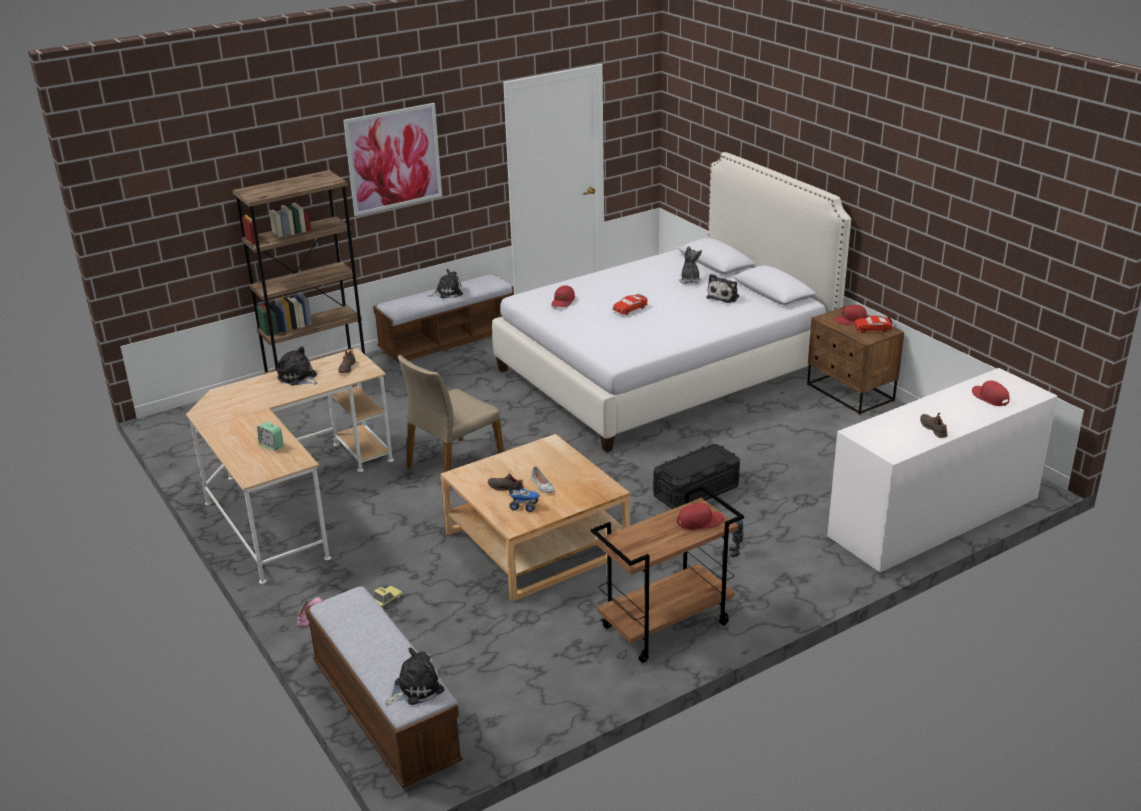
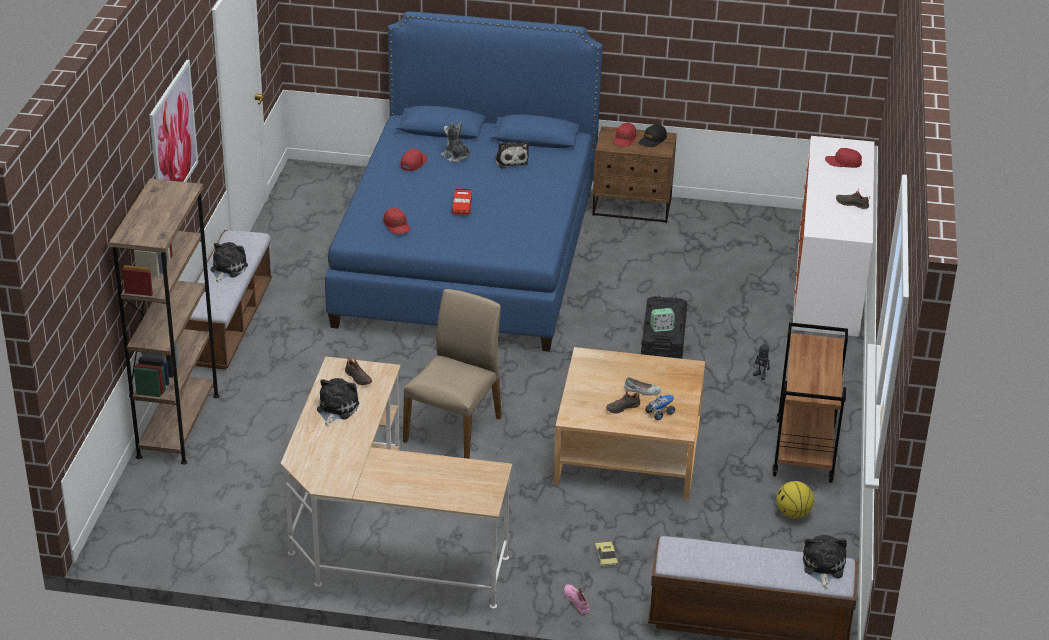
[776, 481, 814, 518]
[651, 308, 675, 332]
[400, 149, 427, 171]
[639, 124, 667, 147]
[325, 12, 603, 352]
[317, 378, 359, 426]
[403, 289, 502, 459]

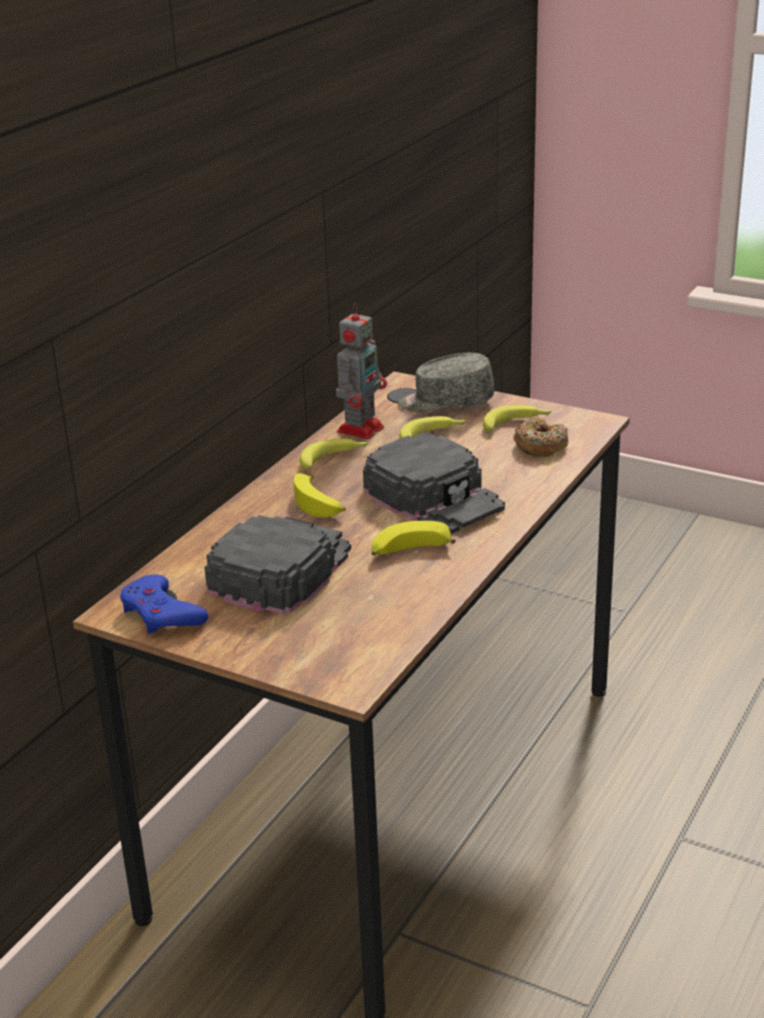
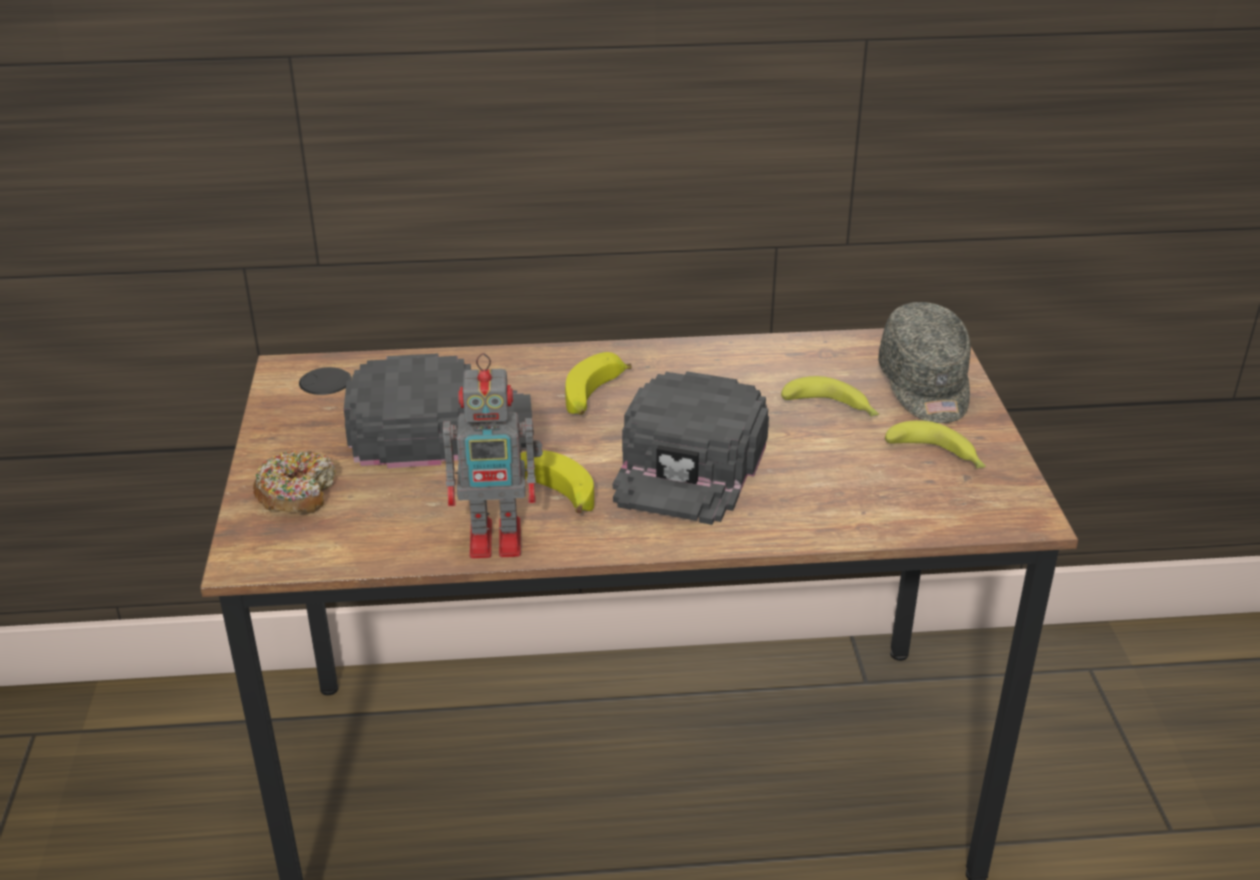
[120, 574, 208, 634] (first image)
[300, 438, 369, 470] (first image)
[443, 353, 543, 559]
[253, 451, 336, 515]
[878, 302, 971, 423]

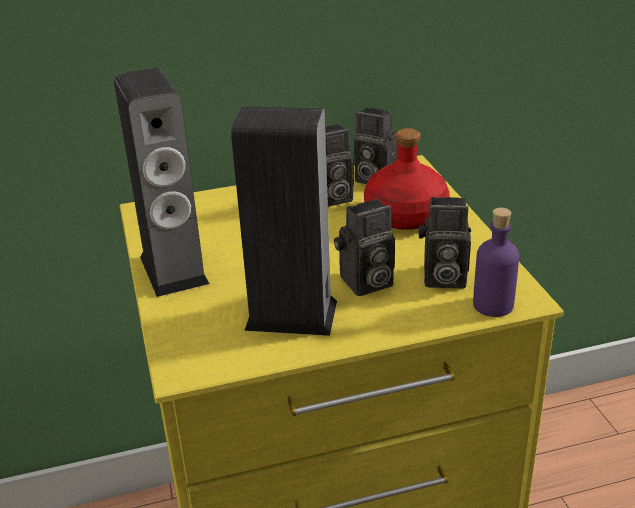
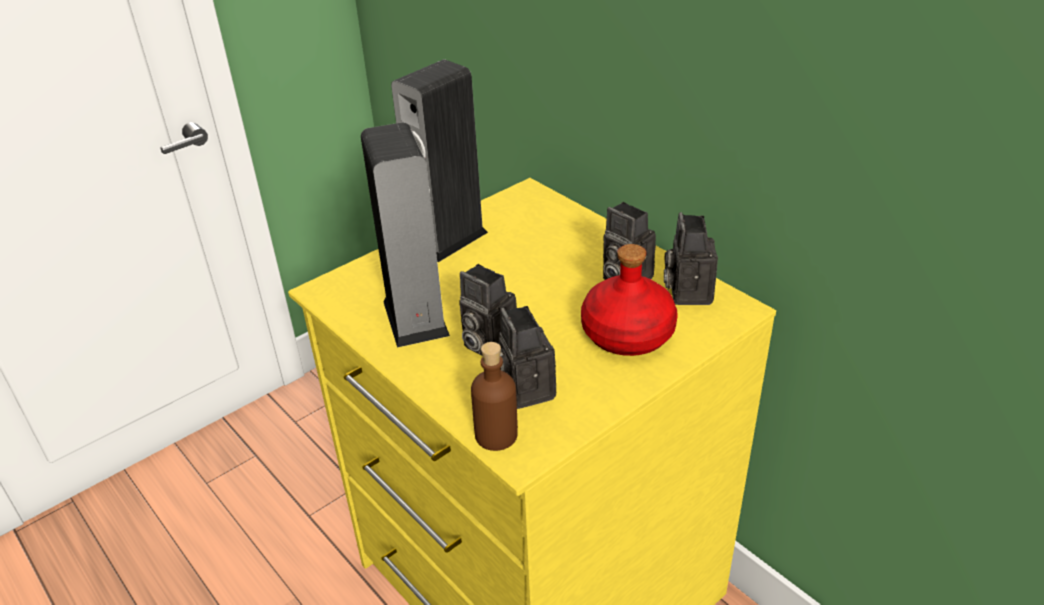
[471, 342, 518, 451]

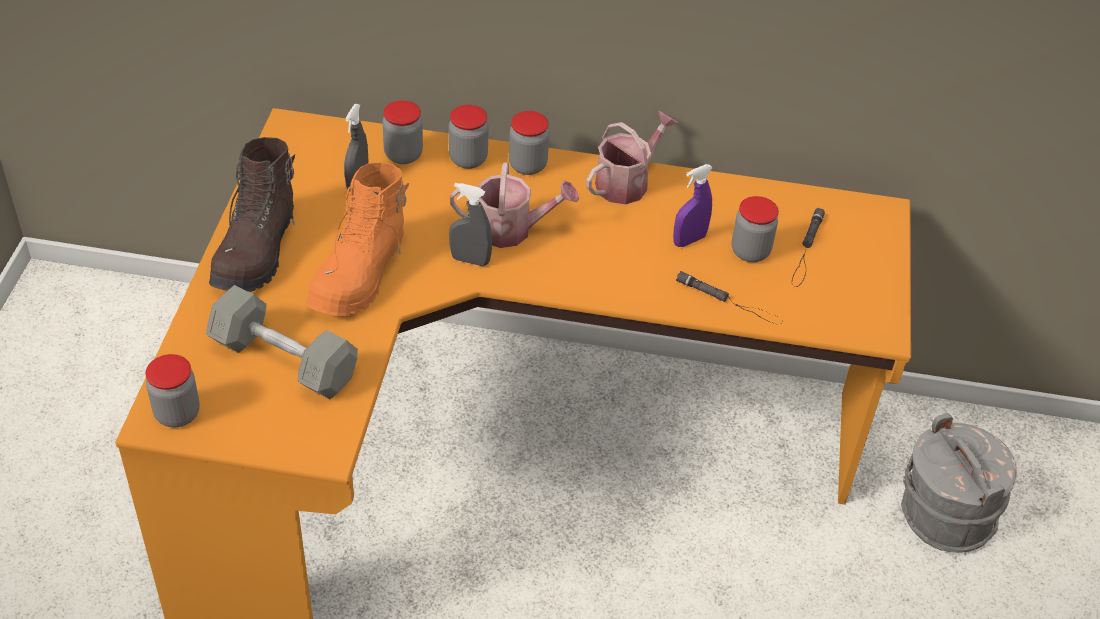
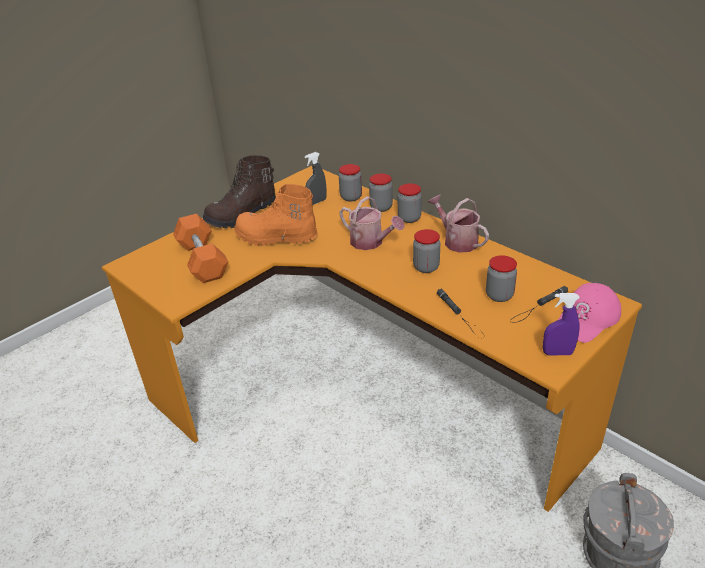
[449, 183, 492, 266] (first image)
[558, 283, 621, 343]
[413, 229, 440, 273]
[543, 293, 580, 355]
[173, 214, 228, 283]
[234, 184, 318, 246]
[428, 195, 489, 253]

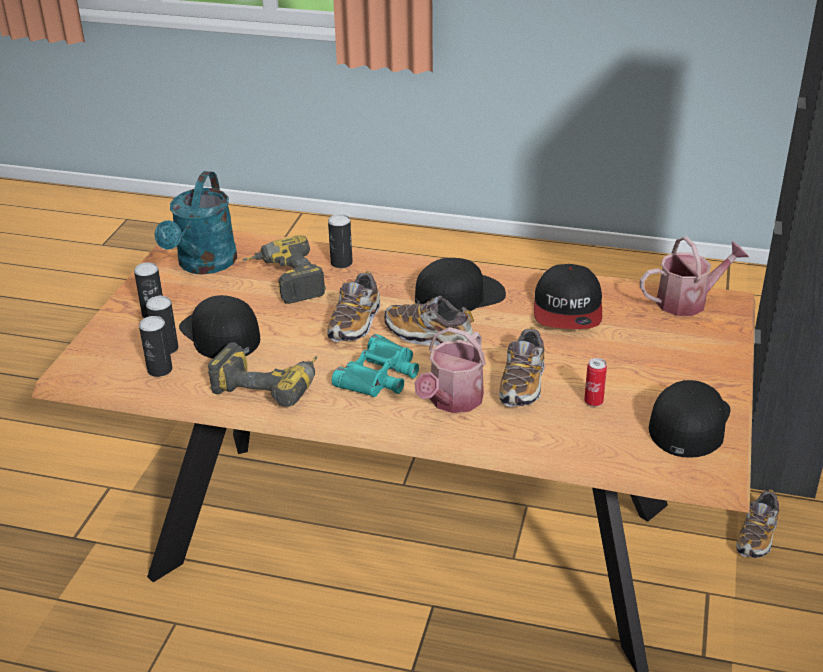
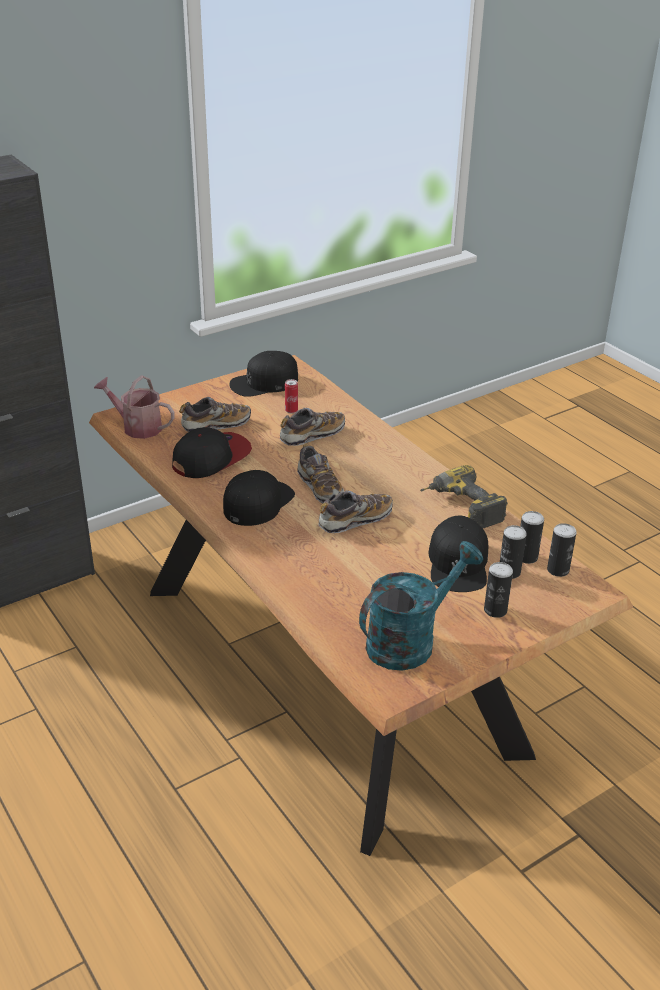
[243, 235, 326, 304] (first image)
[332, 334, 419, 397] (first image)
[415, 327, 486, 413] (first image)
[547, 523, 577, 577]
[179, 397, 251, 432]
[223, 470, 295, 526]

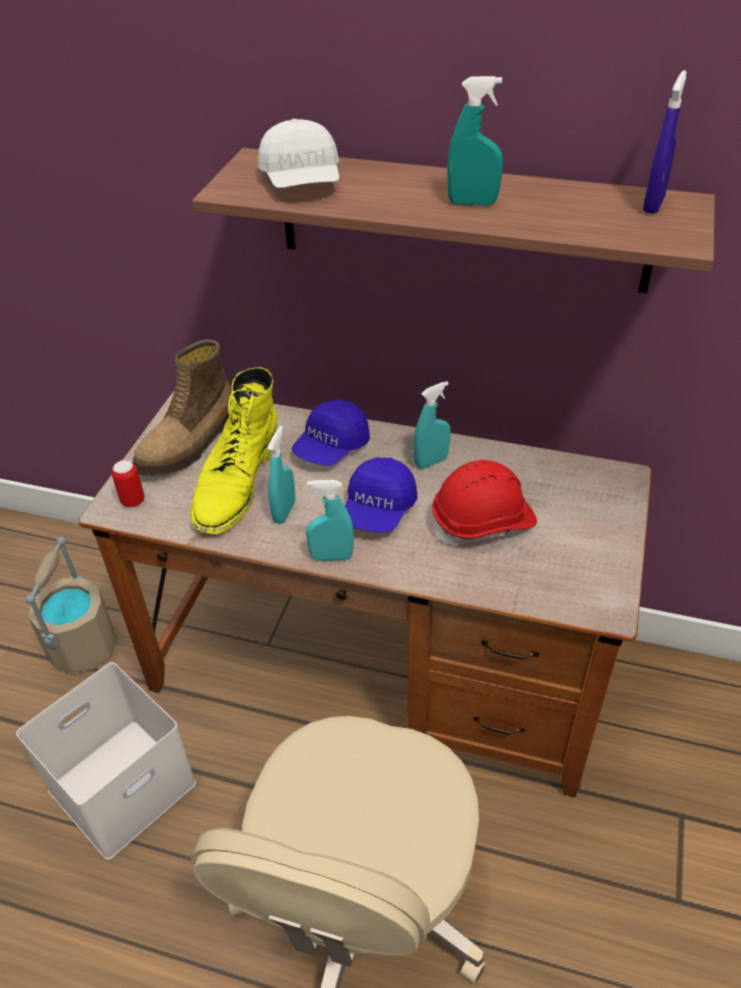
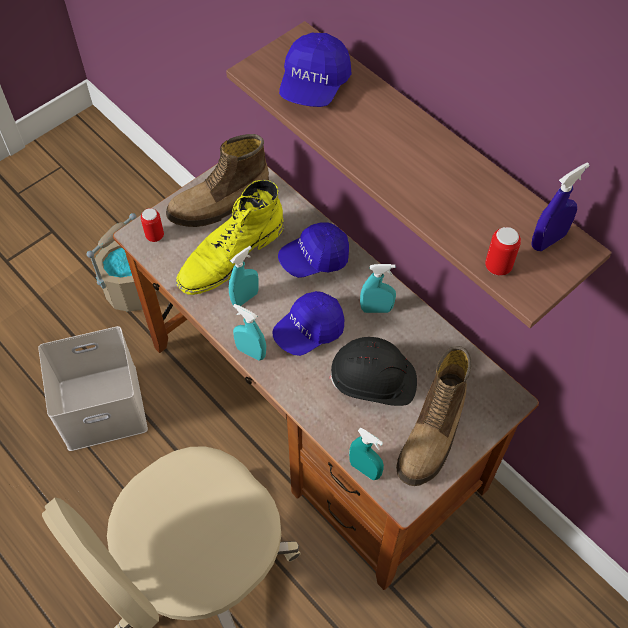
[396, 346, 471, 486]
[485, 227, 521, 276]
[349, 427, 384, 480]
[279, 33, 352, 107]
[330, 337, 417, 406]

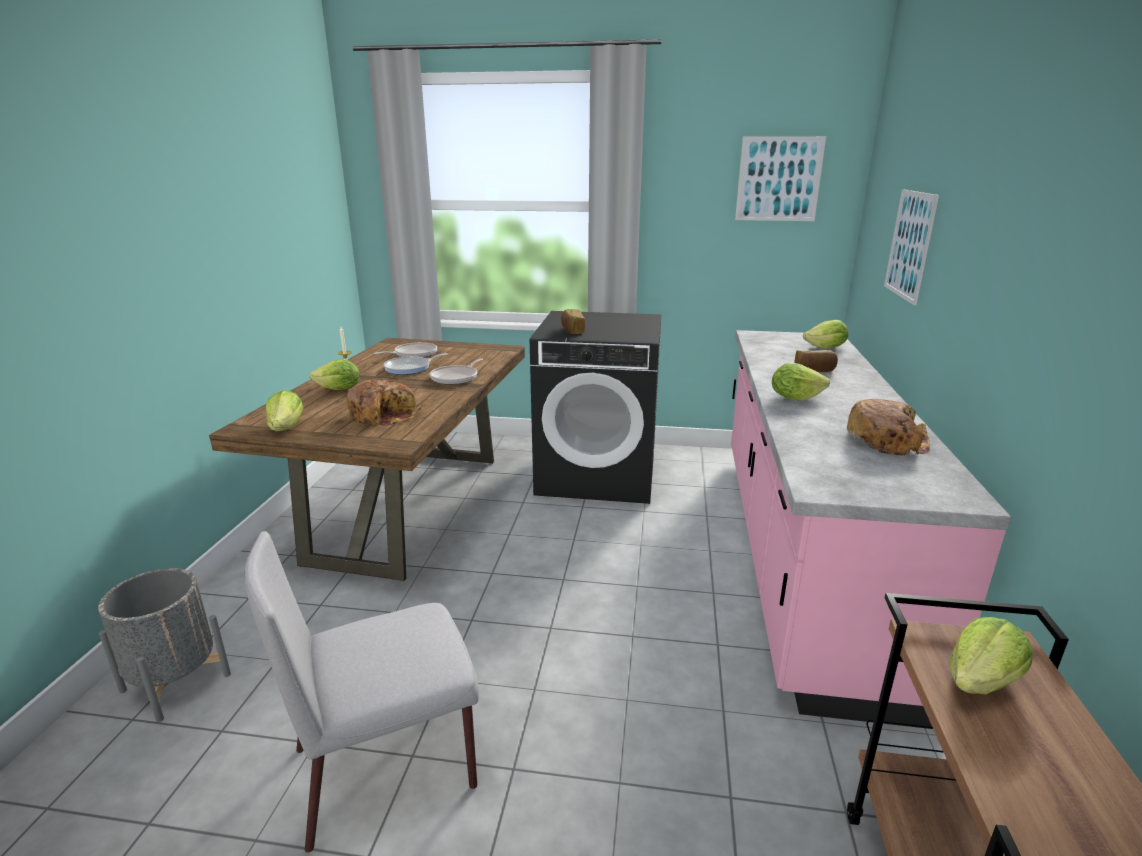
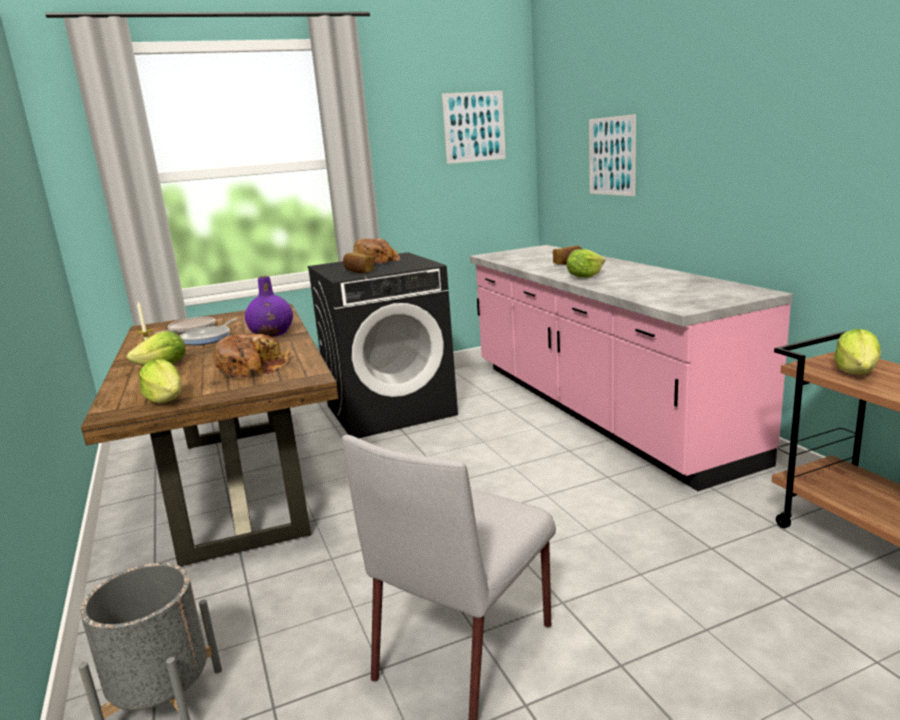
[803, 320, 849, 348] (first image)
[353, 238, 400, 264]
[245, 276, 293, 337]

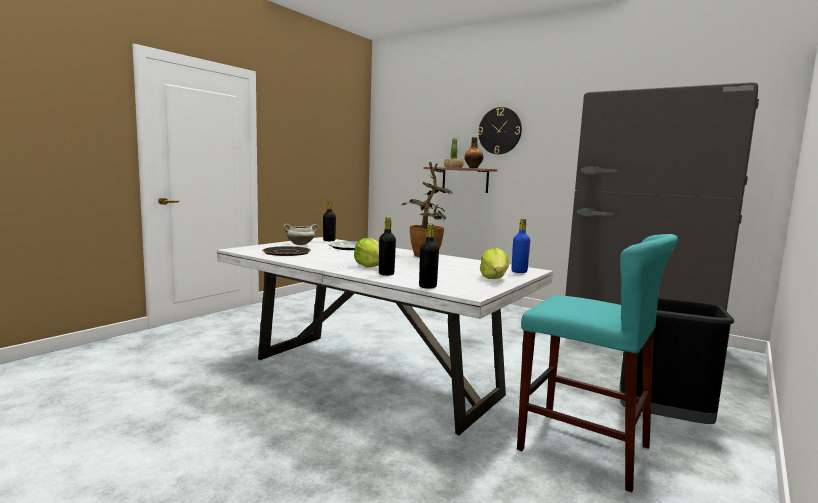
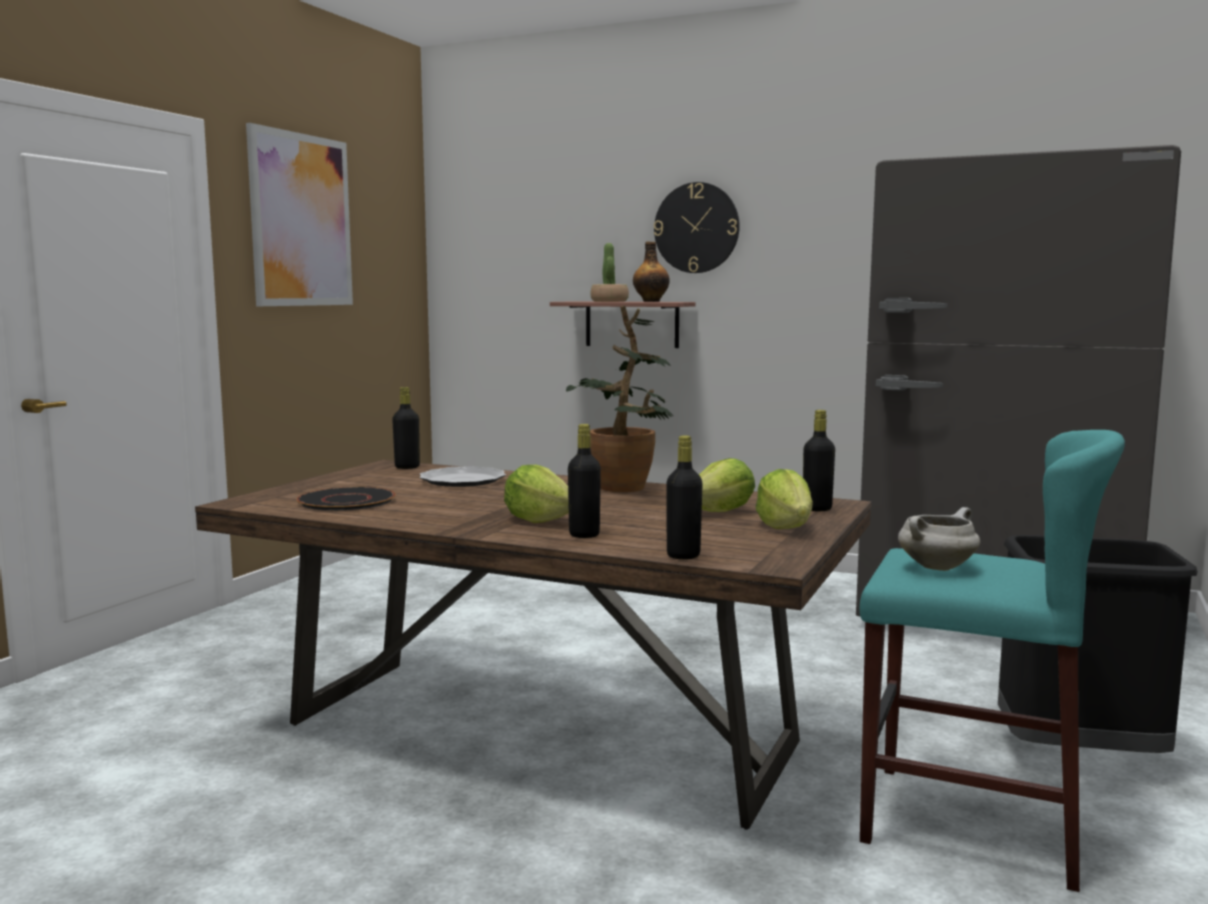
[246, 123, 353, 306]
[699, 458, 755, 512]
[898, 507, 980, 571]
[195, 460, 872, 830]
[803, 410, 835, 511]

